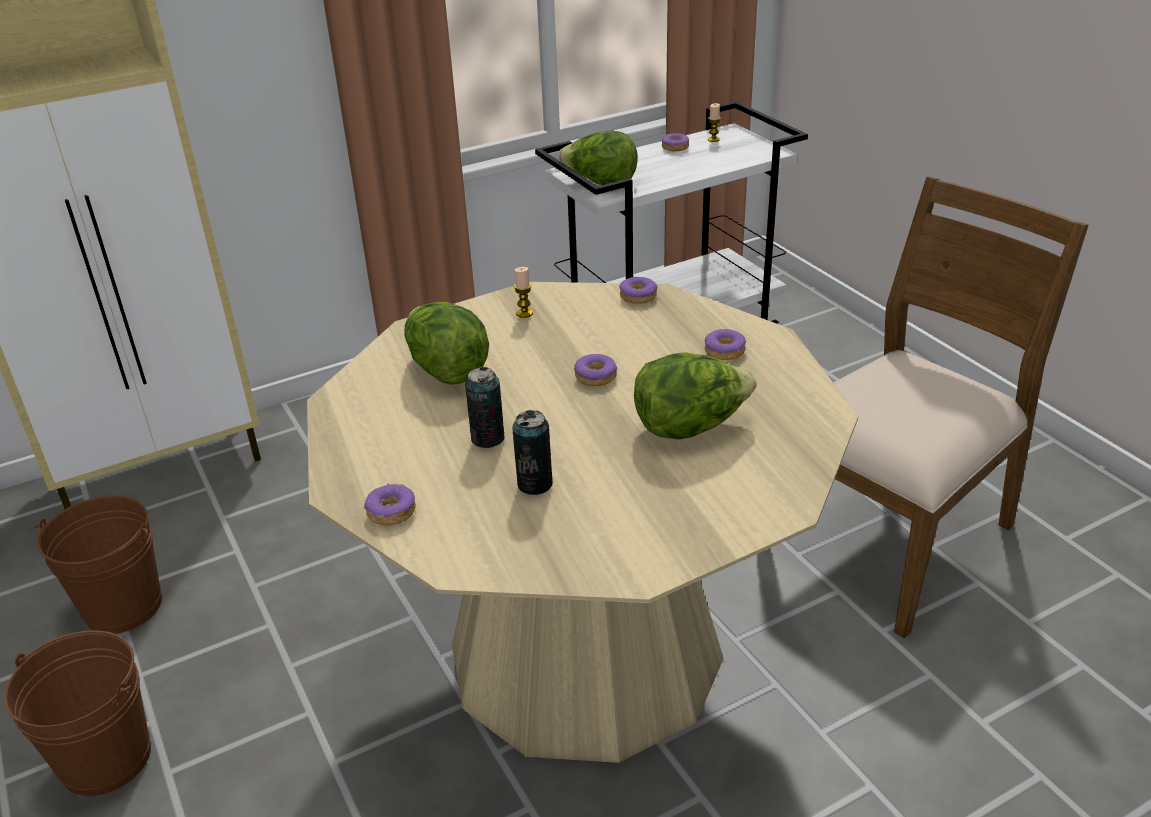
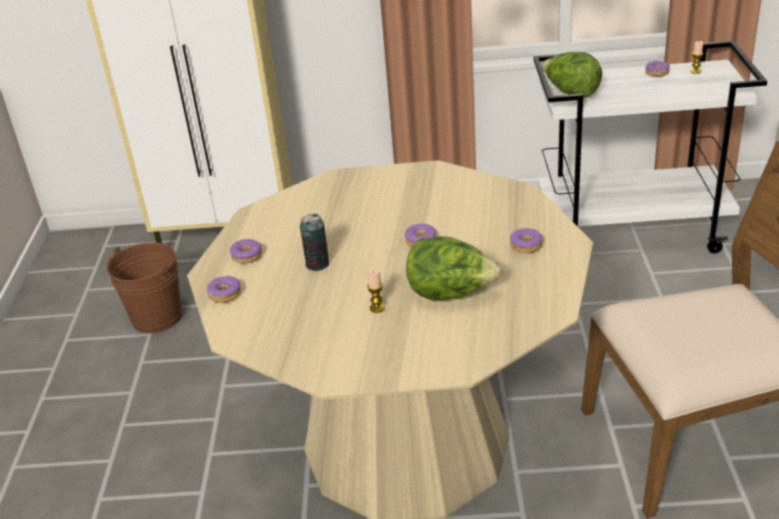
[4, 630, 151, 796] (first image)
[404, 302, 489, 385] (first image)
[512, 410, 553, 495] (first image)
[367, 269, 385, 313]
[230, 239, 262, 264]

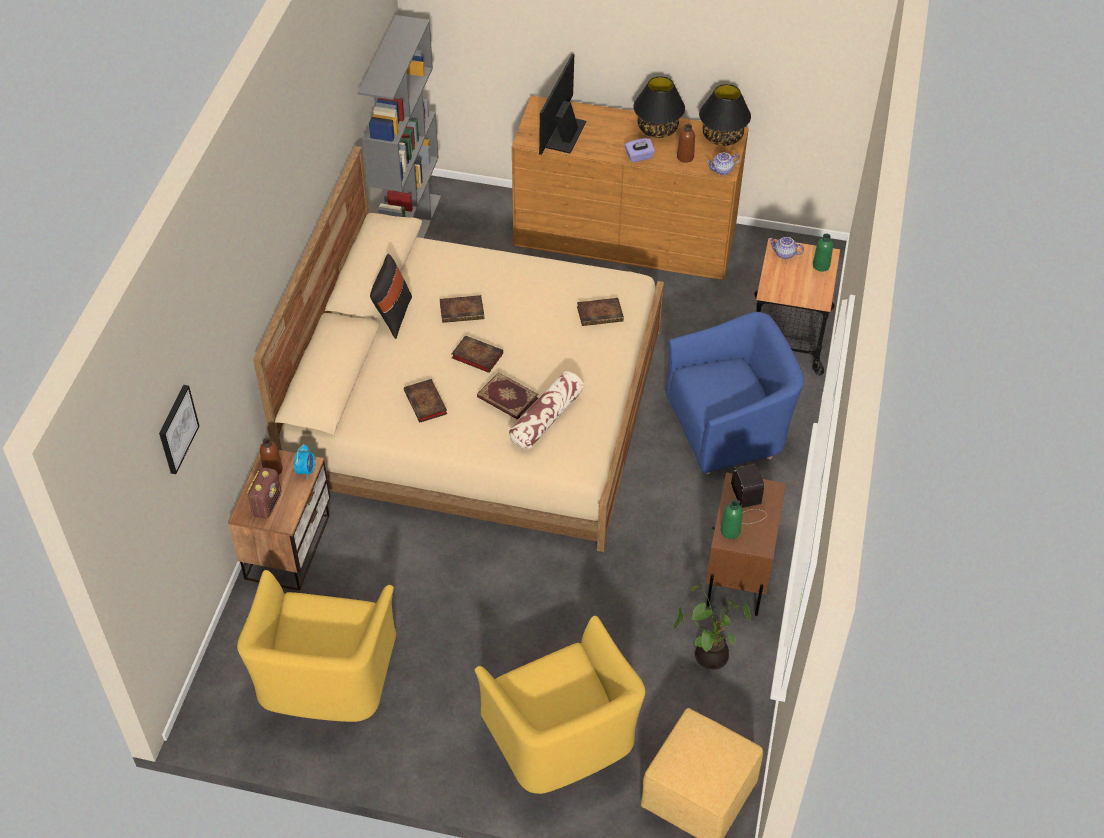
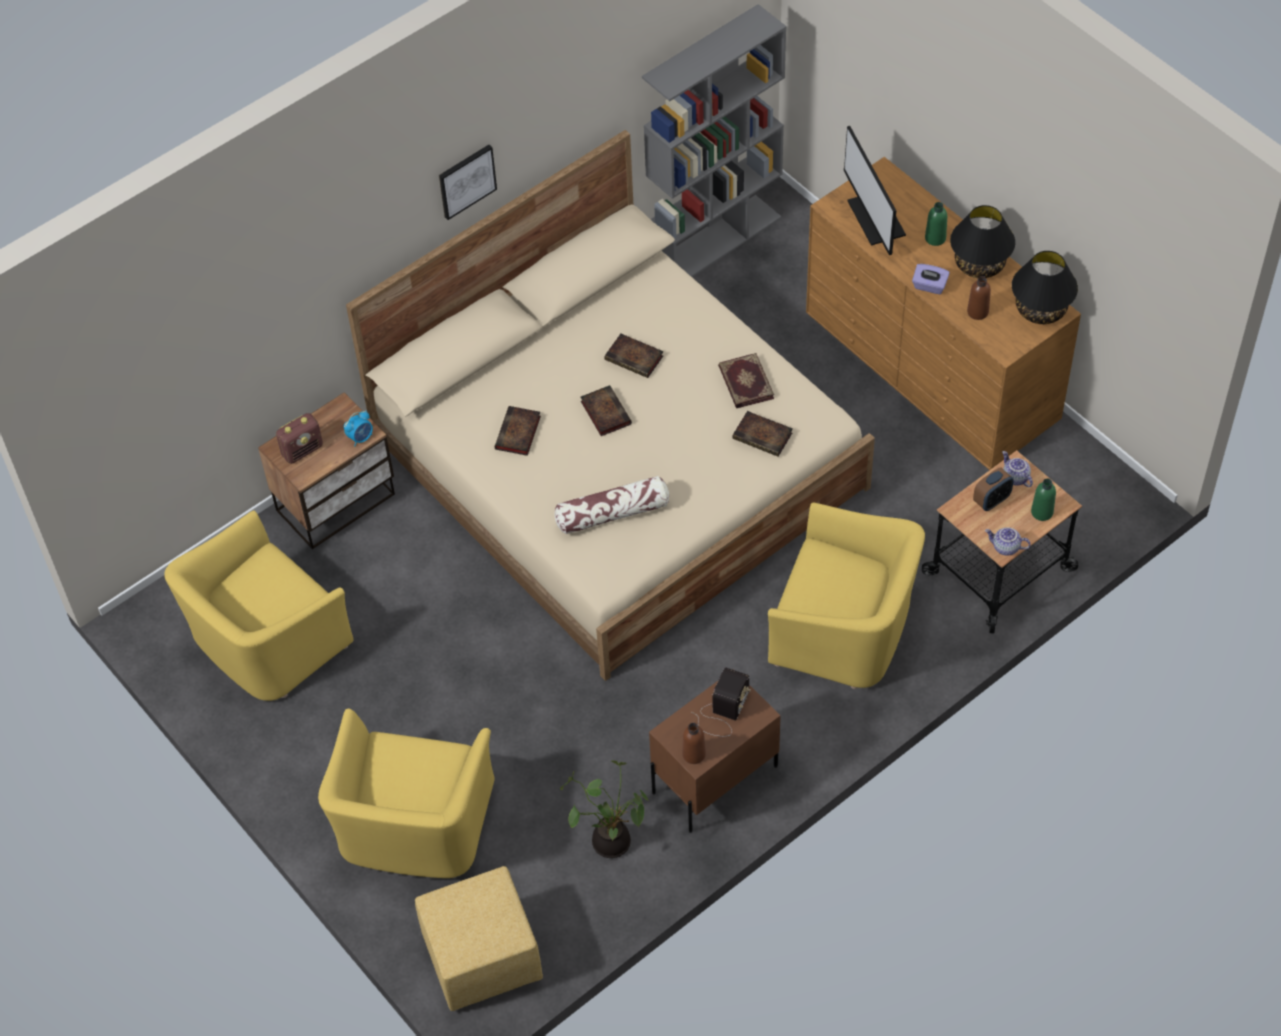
[370, 254, 412, 339] (first image)
[973, 467, 1014, 511]
[439, 145, 497, 220]
[682, 723, 706, 764]
[718, 353, 774, 408]
[985, 527, 1030, 556]
[925, 202, 947, 246]
[768, 502, 925, 689]
[844, 126, 906, 255]

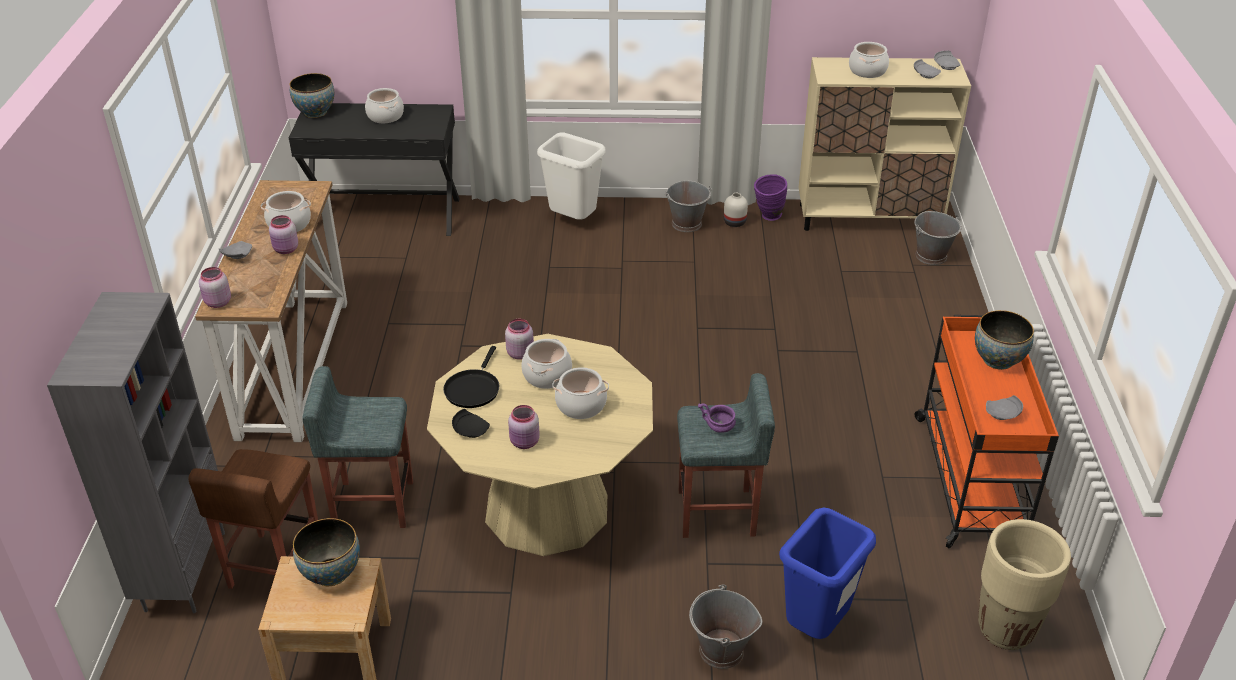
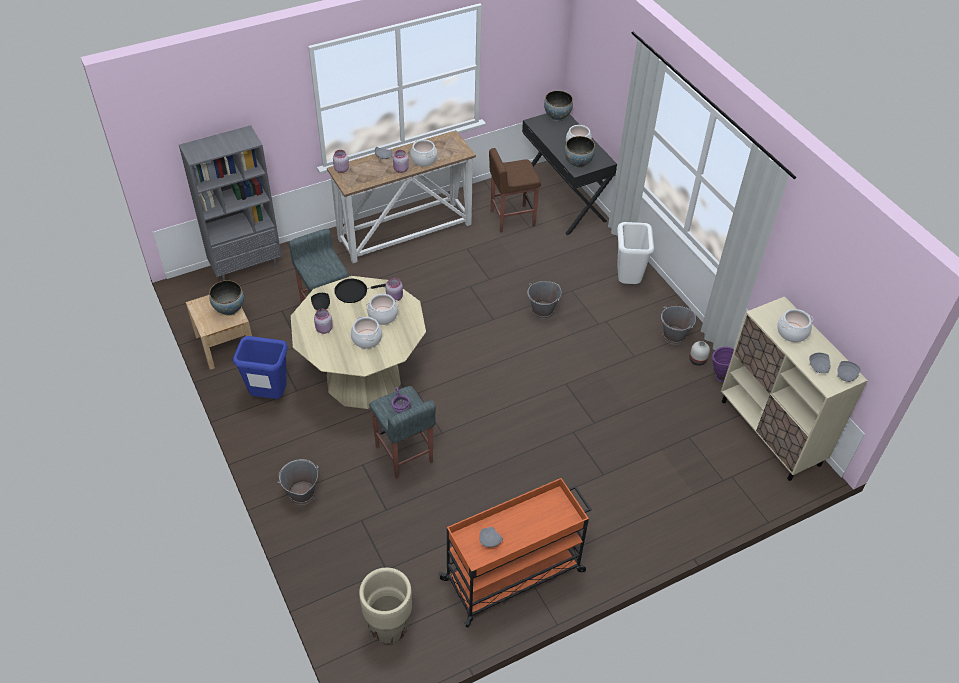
[489, 148, 541, 233]
[233, 336, 288, 399]
[527, 281, 562, 320]
[565, 136, 595, 168]

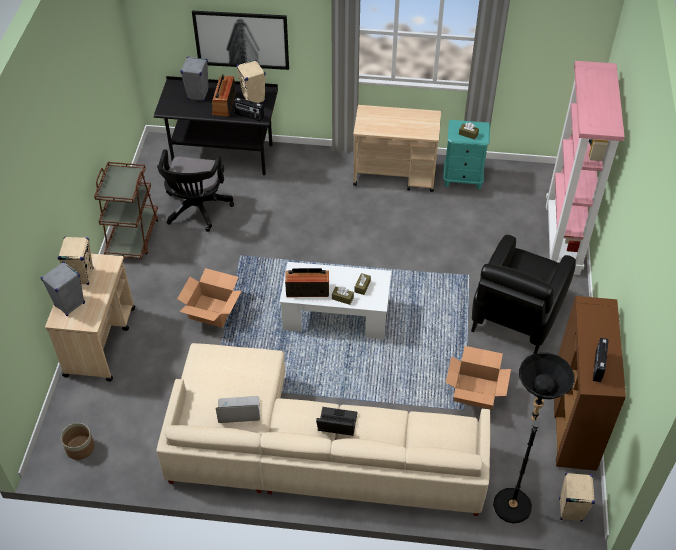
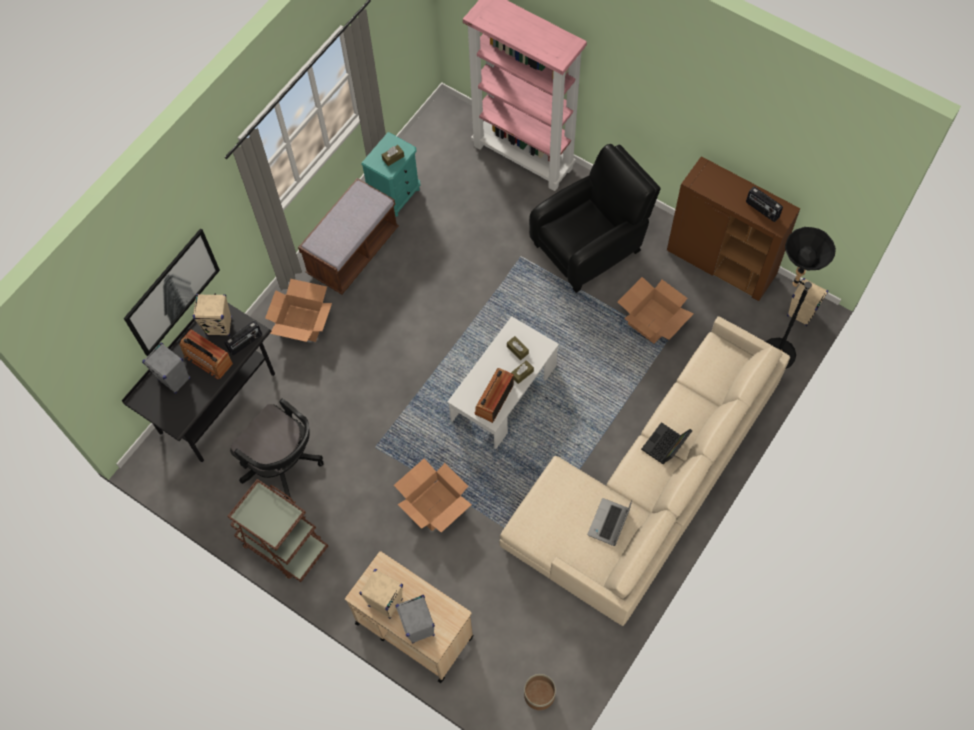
[265, 279, 332, 342]
[298, 178, 399, 295]
[529, 144, 661, 293]

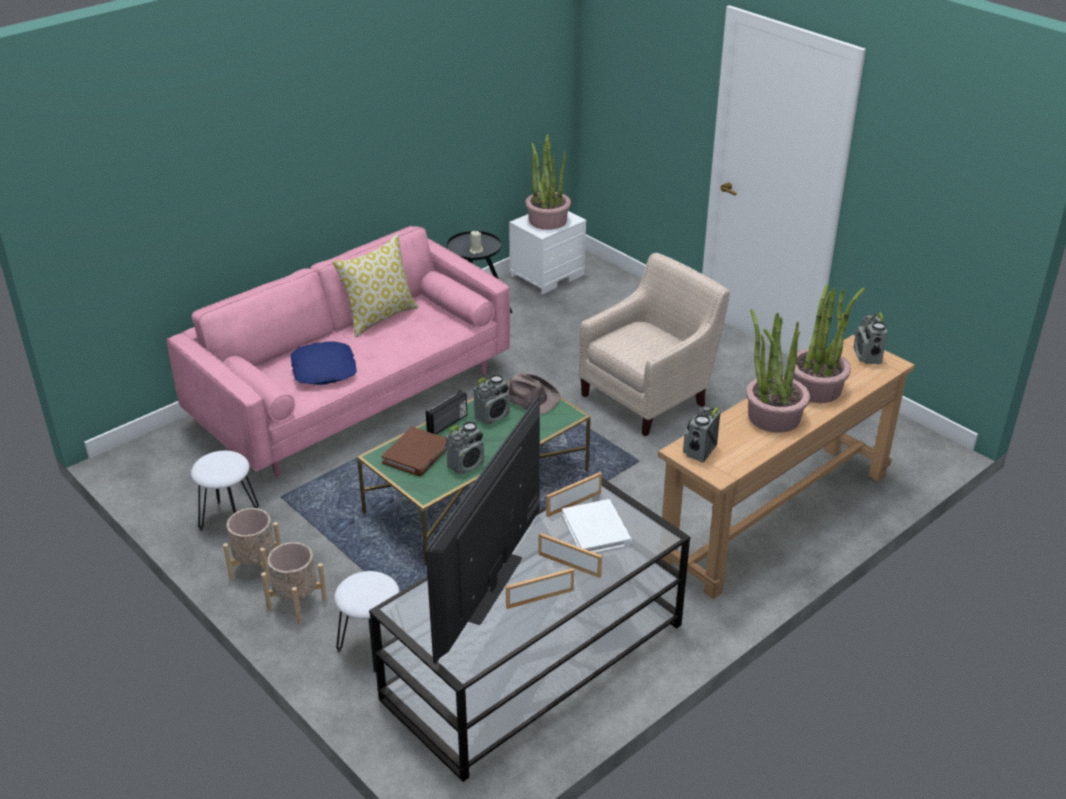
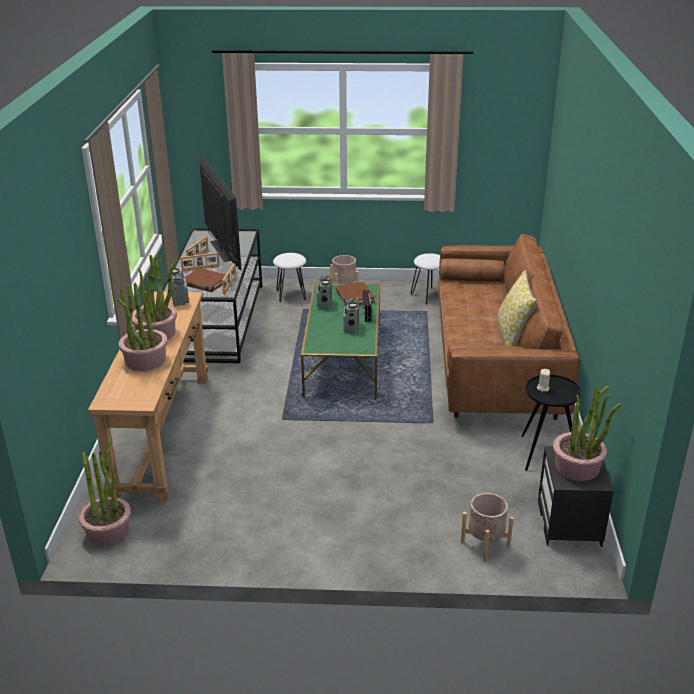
[290, 342, 357, 385] (first image)
[506, 373, 560, 415] (first image)
[579, 253, 730, 436] (first image)
[854, 312, 888, 364] (first image)
[79, 441, 131, 546]
[461, 493, 514, 562]
[438, 233, 580, 420]
[538, 446, 614, 547]
[184, 268, 226, 292]

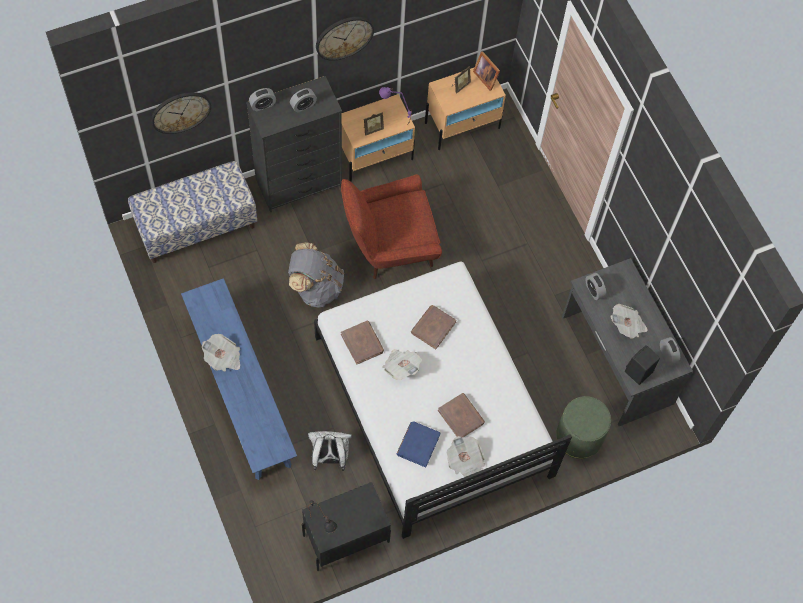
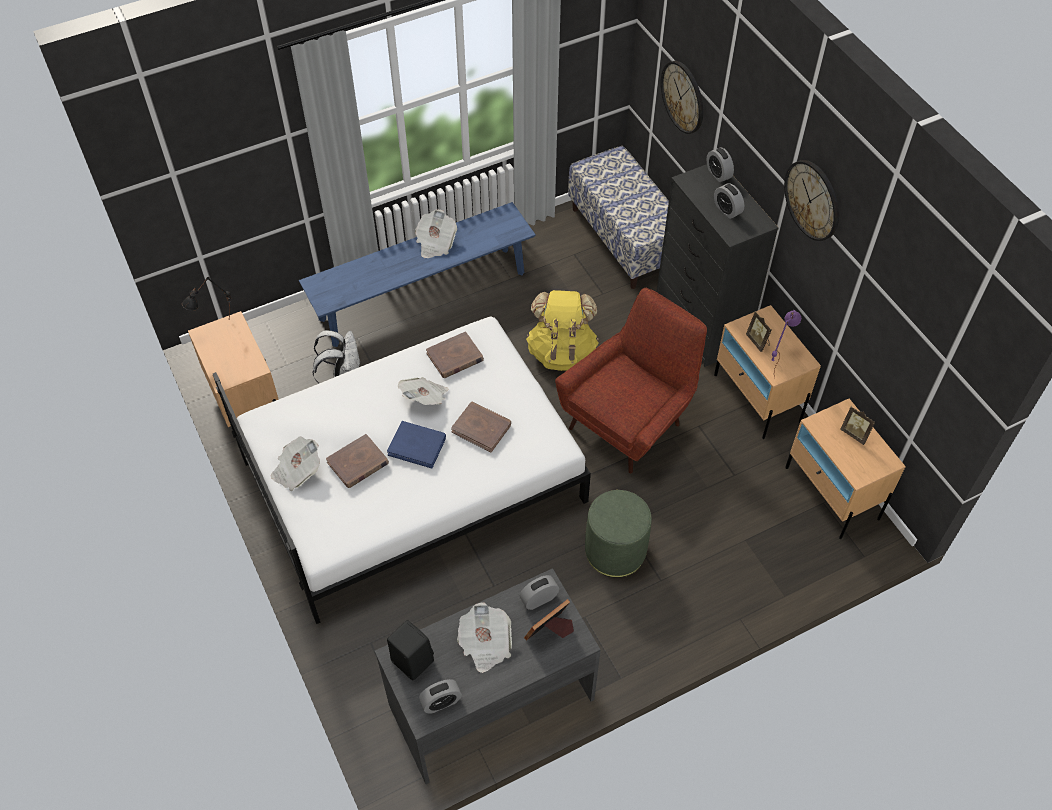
[387, 421, 446, 468]
[524, 599, 574, 641]
[585, 490, 652, 578]
[526, 290, 599, 371]
[188, 311, 279, 427]
[555, 288, 707, 474]

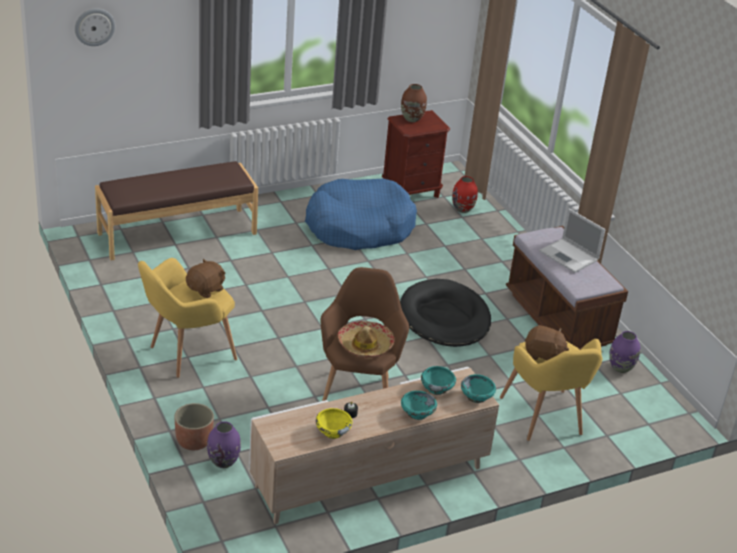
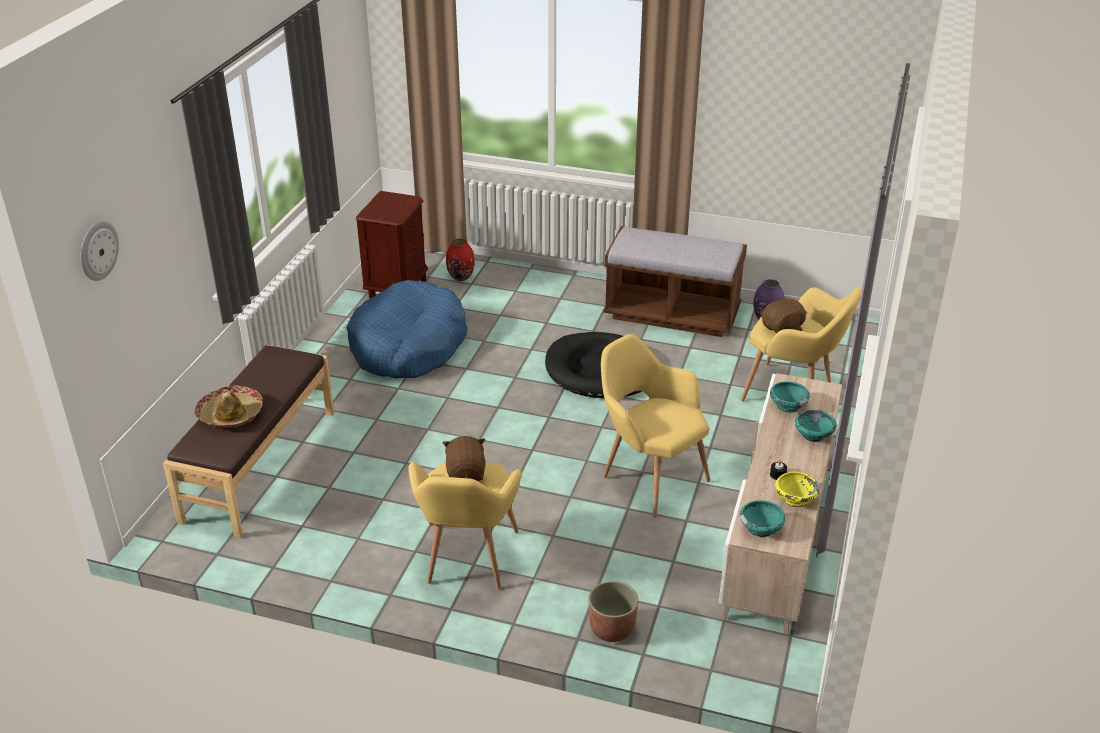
[207, 422, 241, 468] (first image)
[401, 84, 427, 122] (first image)
[539, 209, 606, 273] (first image)
[194, 385, 263, 428]
[740, 500, 785, 538]
[601, 334, 710, 518]

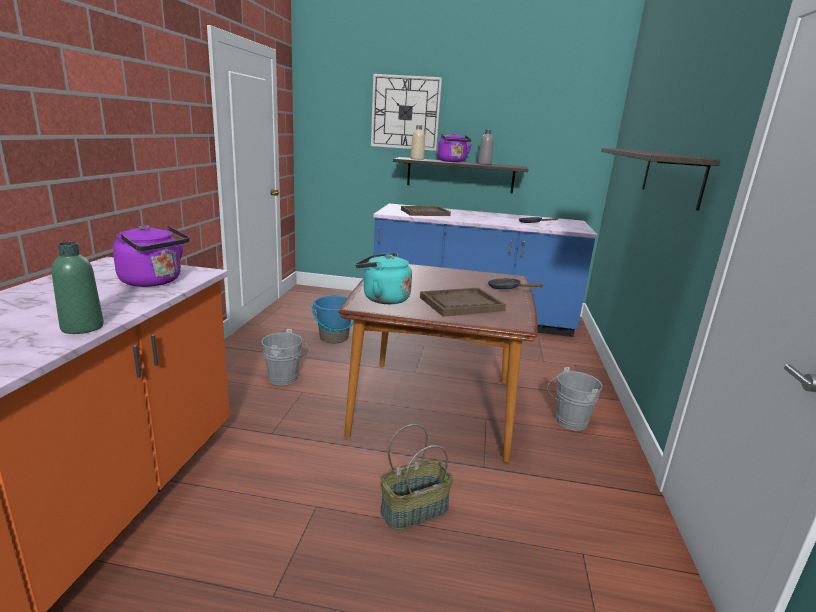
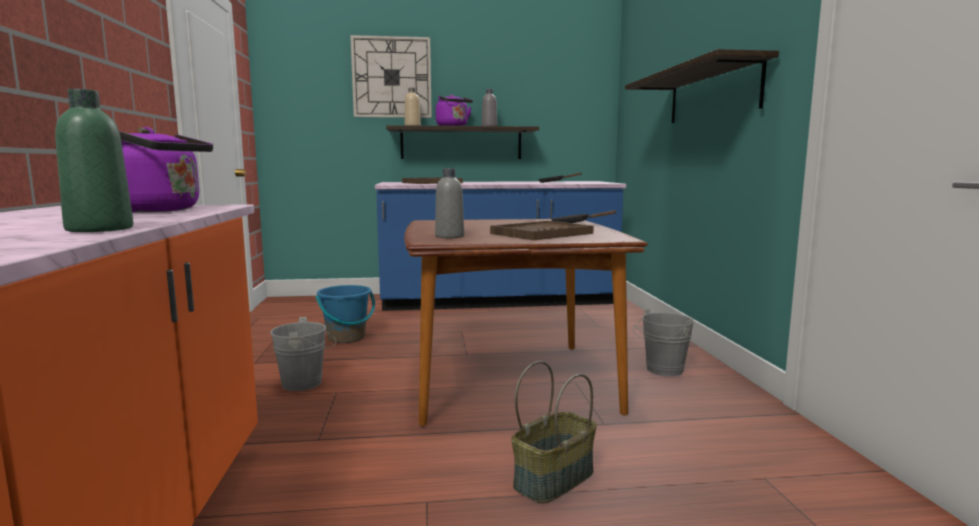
[435, 168, 464, 238]

